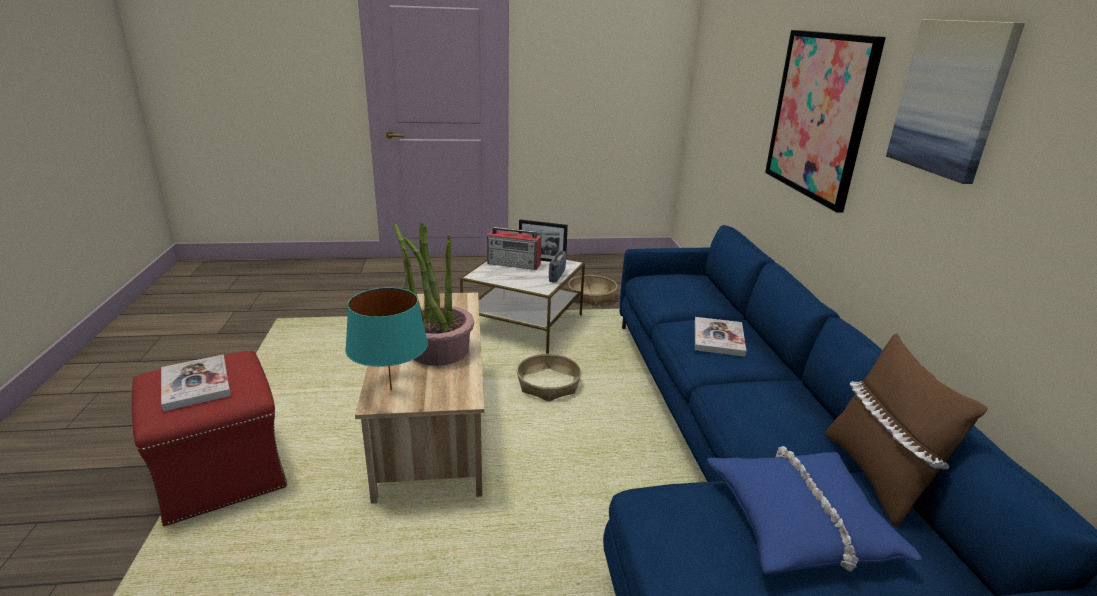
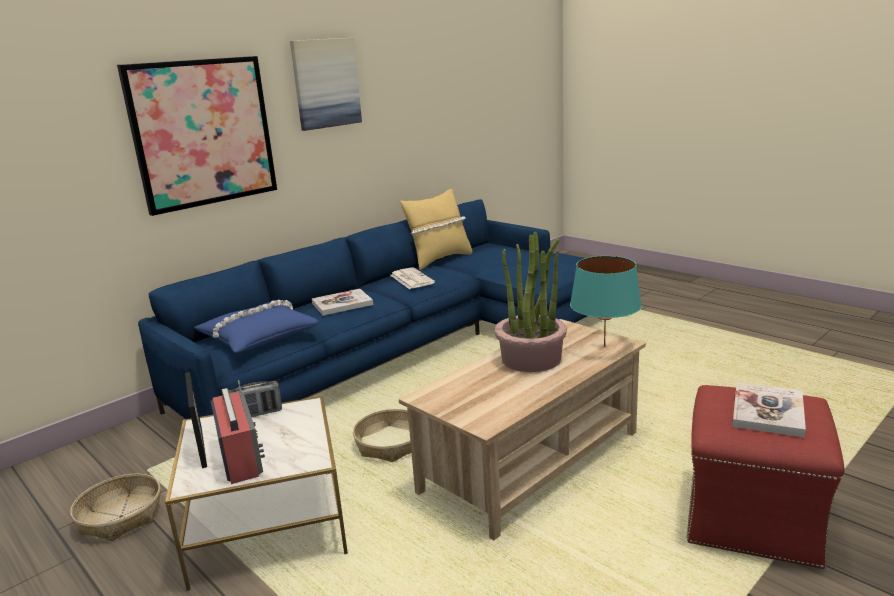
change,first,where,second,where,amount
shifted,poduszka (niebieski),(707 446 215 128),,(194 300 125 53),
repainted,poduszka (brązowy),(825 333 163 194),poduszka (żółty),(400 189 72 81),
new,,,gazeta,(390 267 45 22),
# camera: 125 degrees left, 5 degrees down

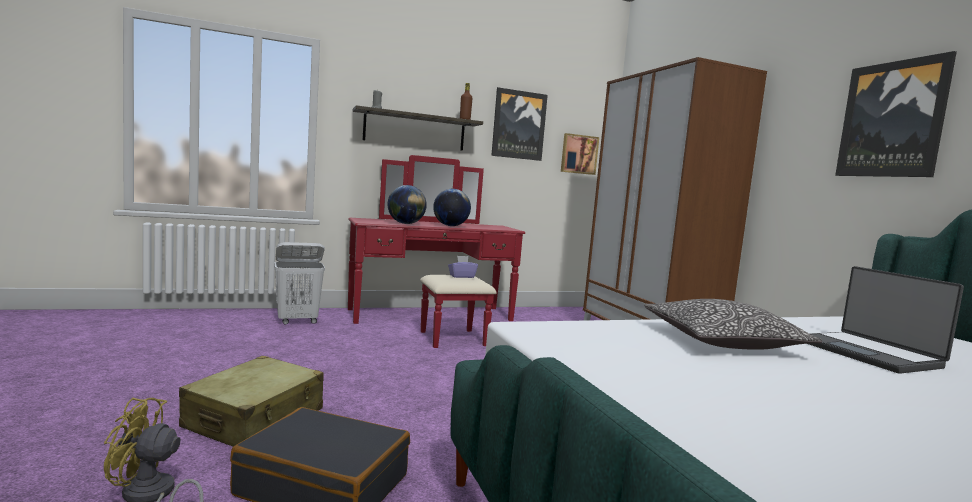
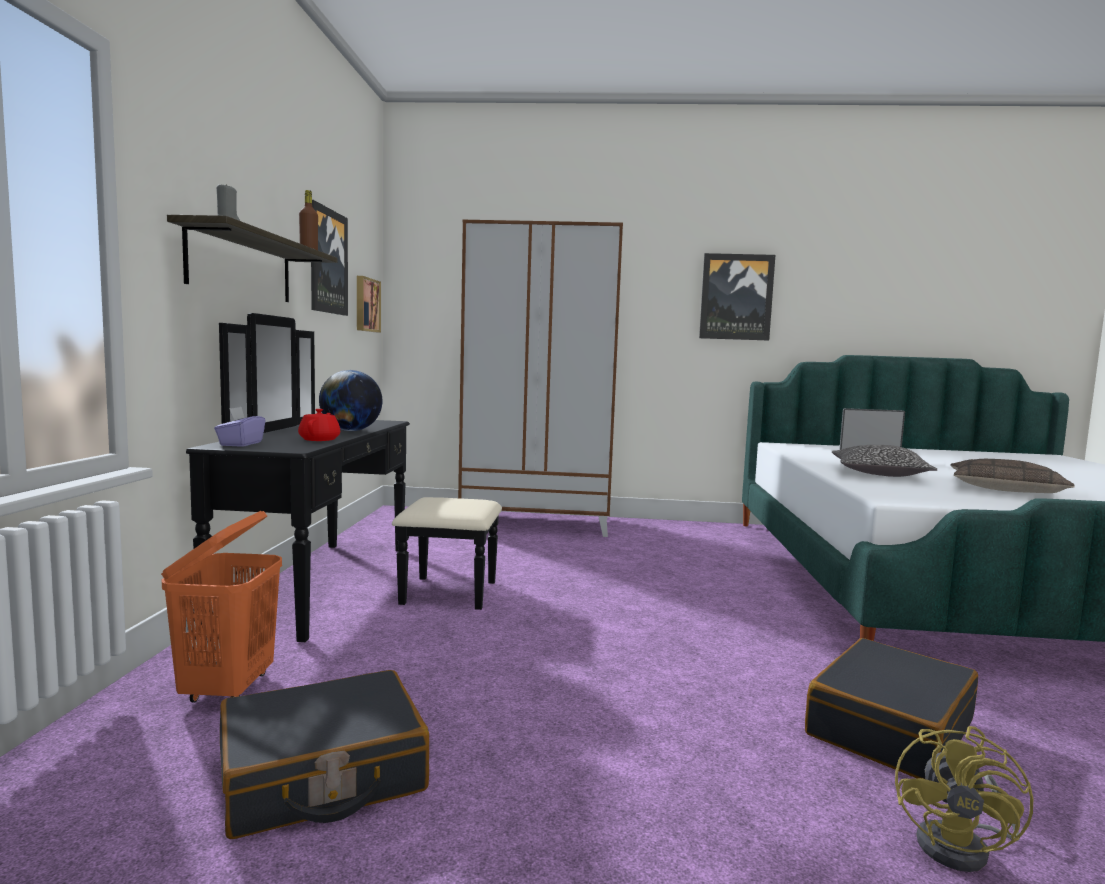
change,first,where,second,where,amount
gone,walizka (beżowy),(179 356 145 91),,,
repainted,kosz na pranie (biały),(274 242 51 82),kosz na pranie (pomarańczowy),(161 511 121 192),
repainted,komoda (czerwony),(348 155 177 193),komoda (czarny),(186 313 316 329),
swapped,globus,(388 185 39 39),imbryk (czerwony),(298 409 42 32),
shifted,pudełko chusteczek (fioletowy),(448 256 30 22),,(214 407 52 40),
new,,,walizka (czarny),(220 670 209 169),
new,,,poduszka,(950 459 125 34),
# camera: 65 degrees left, 0 degrees up

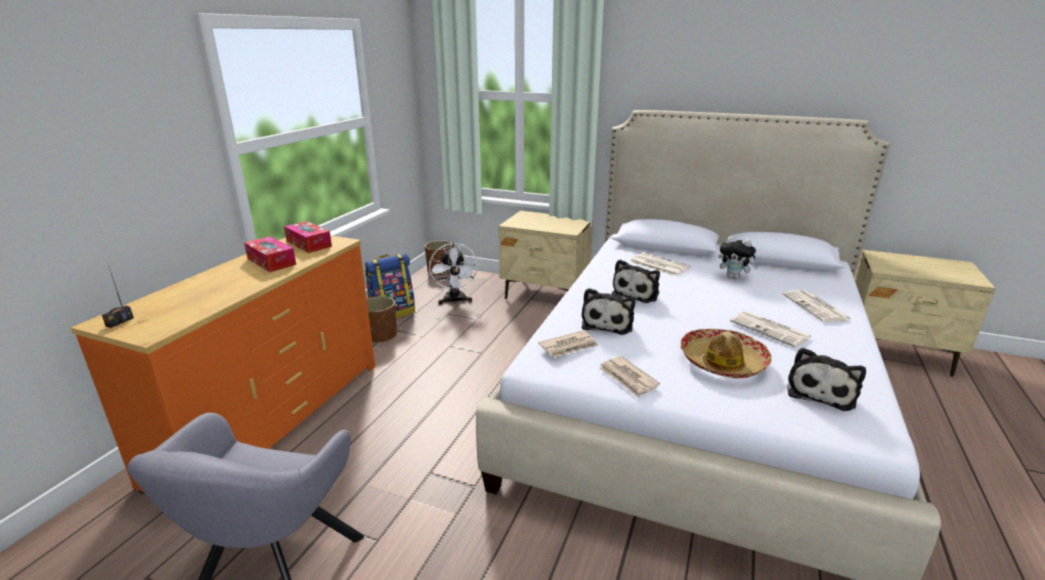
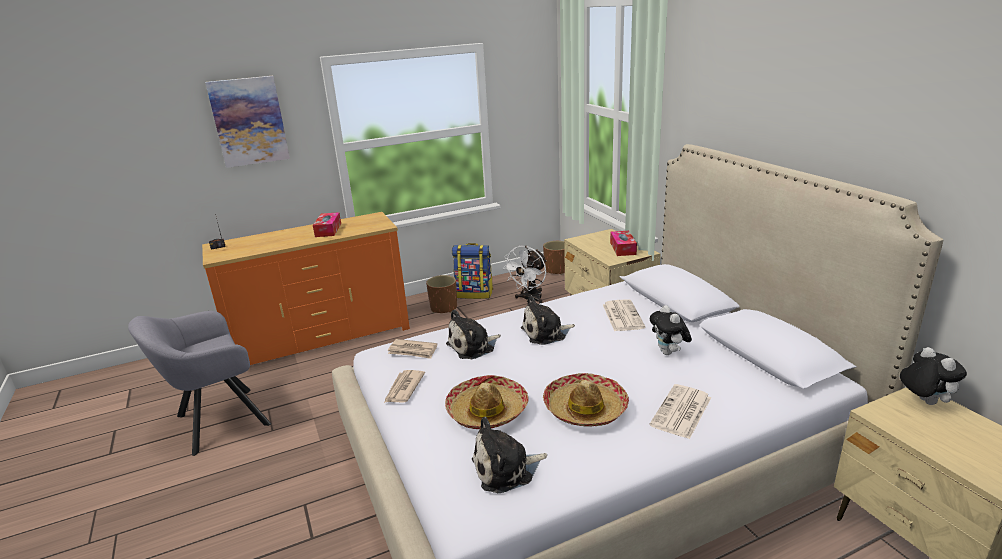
change,first,where,second,where,amount
shifted,pudełko chusteczek,(284 221 48 32),,(610 231 27 25),
swapped,gazeta,(730 311 81 36),kapelusz,(543 373 86 54),
new,,,obraz,(205 76 85 92),
new,,,pluszak,(900 347 67 58),
# camera: 45 degrees right, 0 degrees up

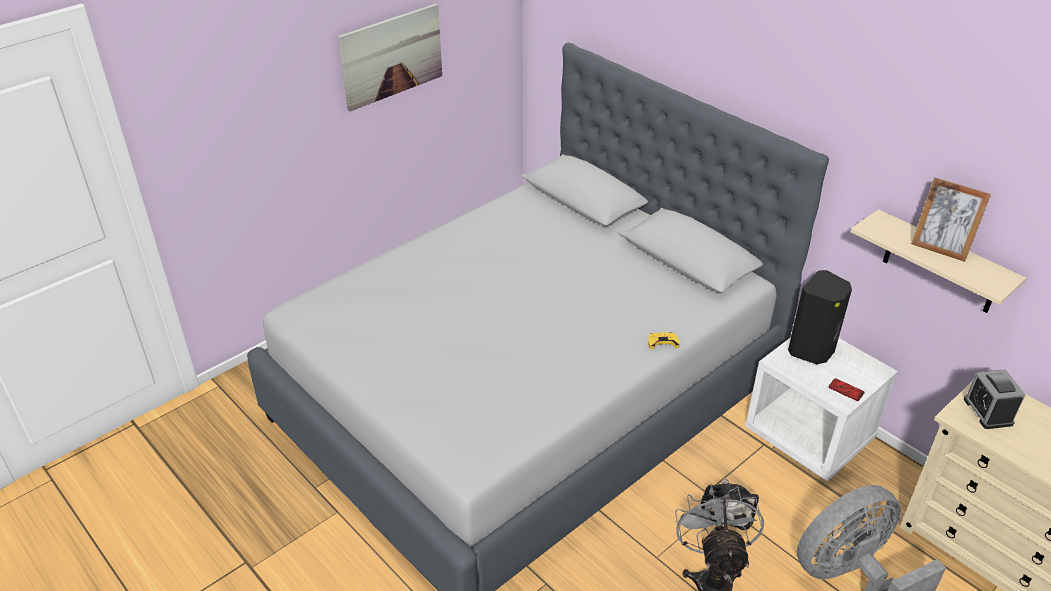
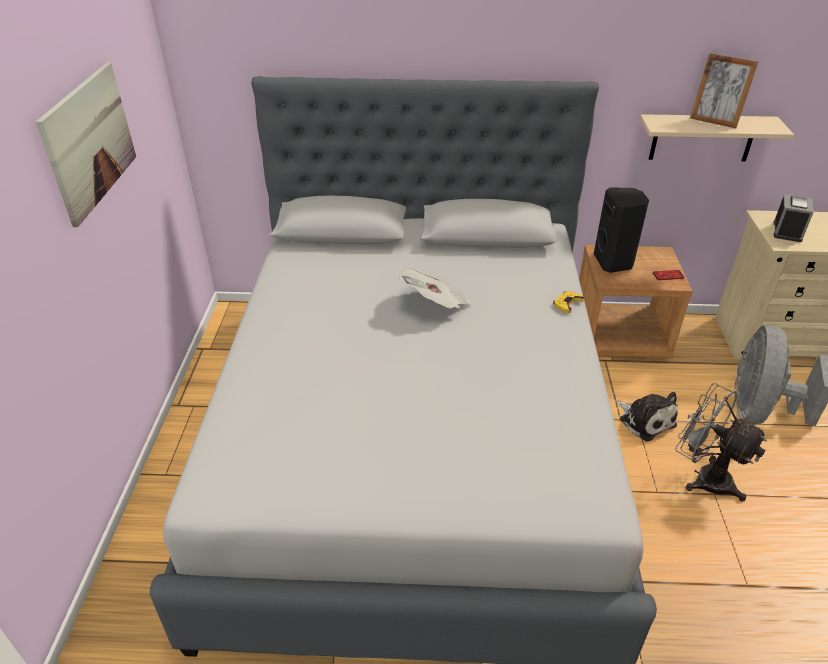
change,first,where,second,where,amount
repainted,szafka nocna (biały),(745 337 153 145),szafka nocna (brązowy),(579 245 114 113),
rotated,ramka na zdjęcie,(911 177 80 85),,(690 53 68 75),45 degrees clockwise
rotated,budzik,(964 369 62 60),,(774 194 40 48),105 degrees counterclockwise
new,,,gazeta,(399 268 73 41),
# camera: 45 degrees left, 0 degrees up

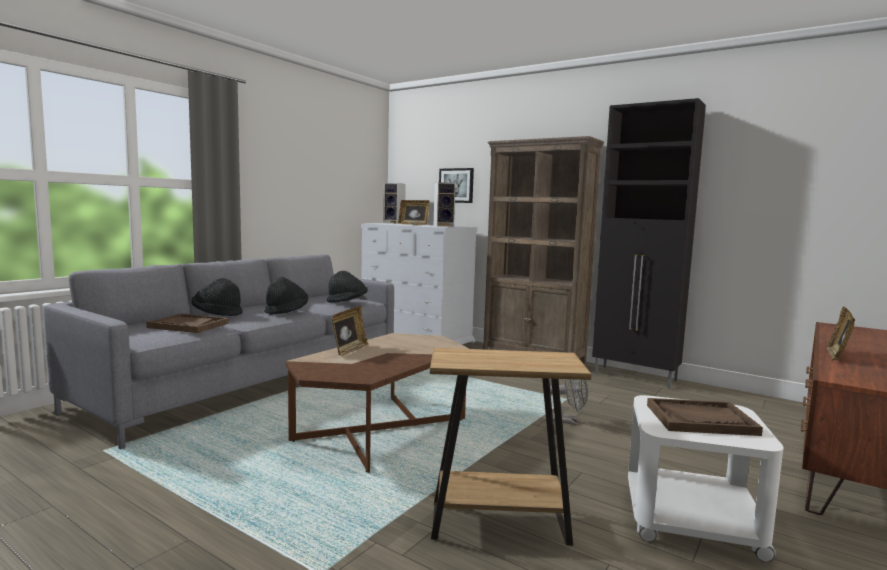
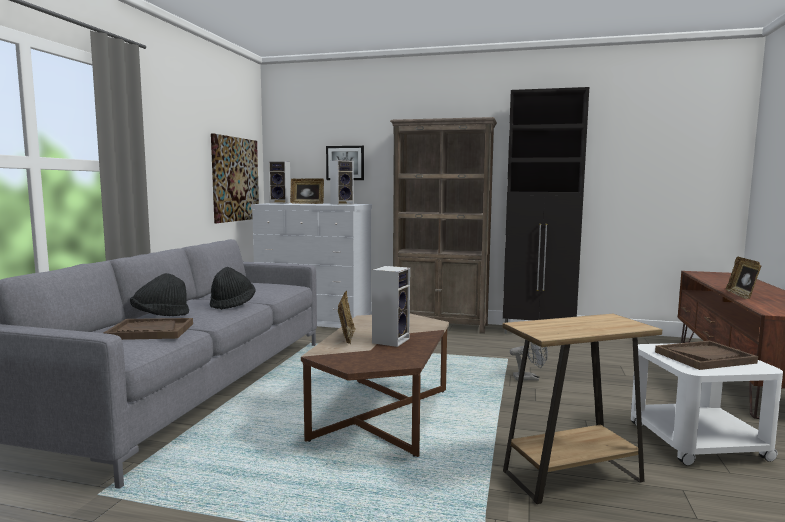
change,first,where,second,where,amount
gone,kapelusz (czarny),(327 271 41 32),,,
new,,,obraz,(211 133 48 90),
new,,,głośnik,(372 266 38 81),
# camera: 20 degrees left, 0 degrees up

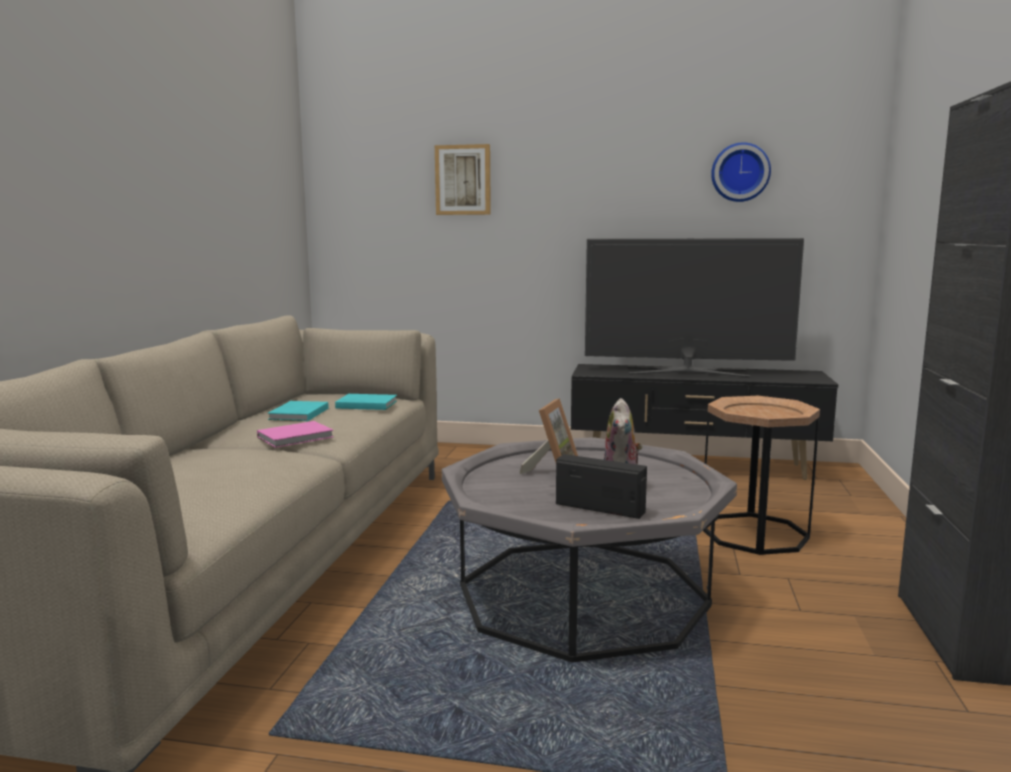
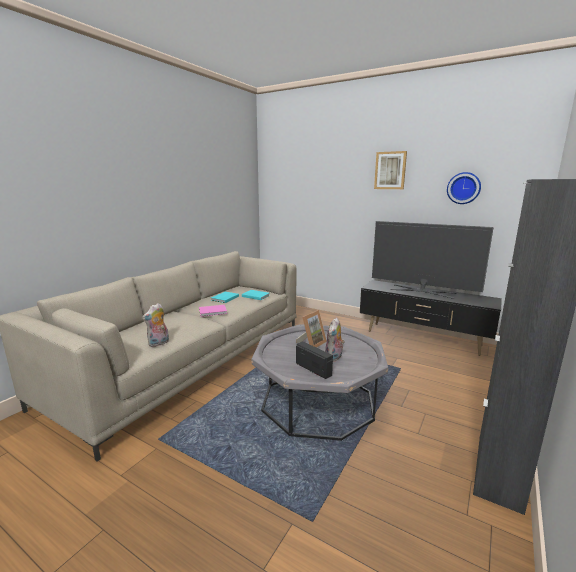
change,first,where,second,where,amount
shifted,obraz,(435 144 56 71),,(374 151 33 38),
gone,stolik (brązowy),(703 396 117 159),,,
new,,,pluszak,(142 303 27 44),
# camera: 20 degrees right, 5 degrees up

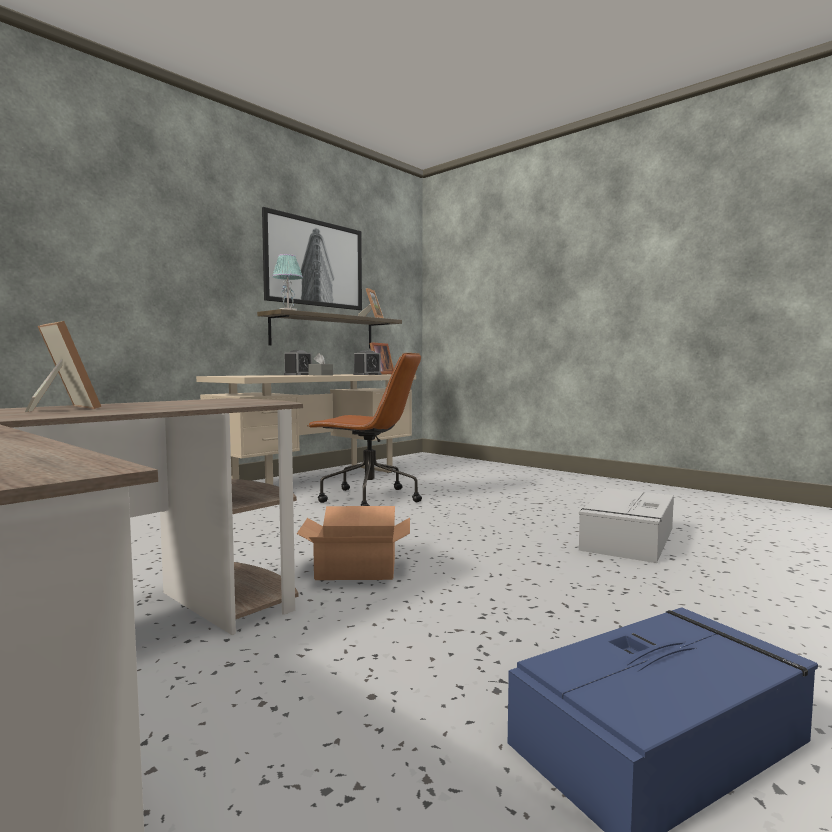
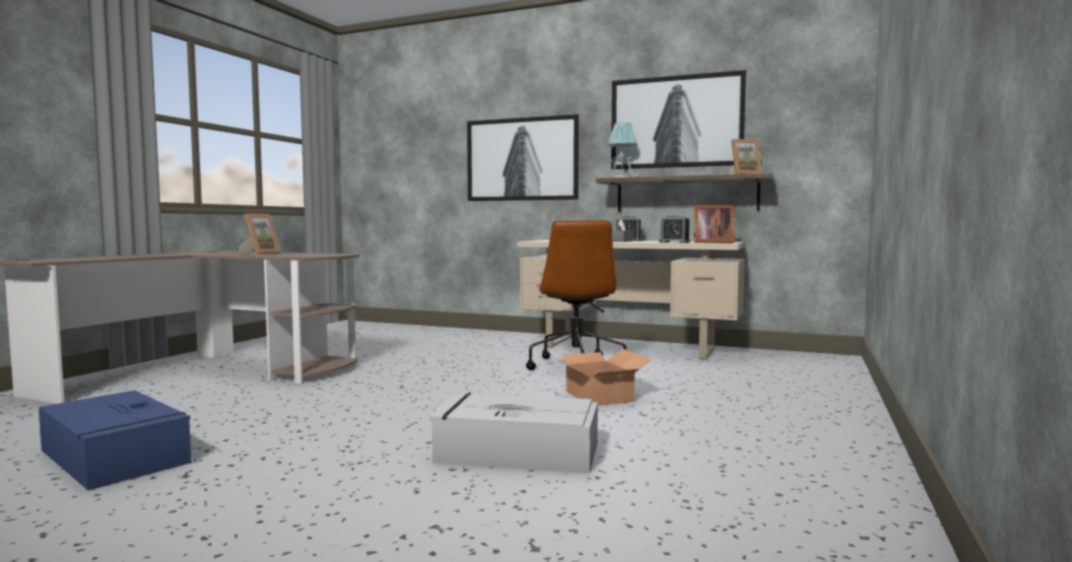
change,first,where,second,where,amount
shifted,karton,(297 506 113 74),,(548 349 104 57),
new,,,obraz,(467 114 112 87),
# camera: 70 degrees right, 0 degrees up

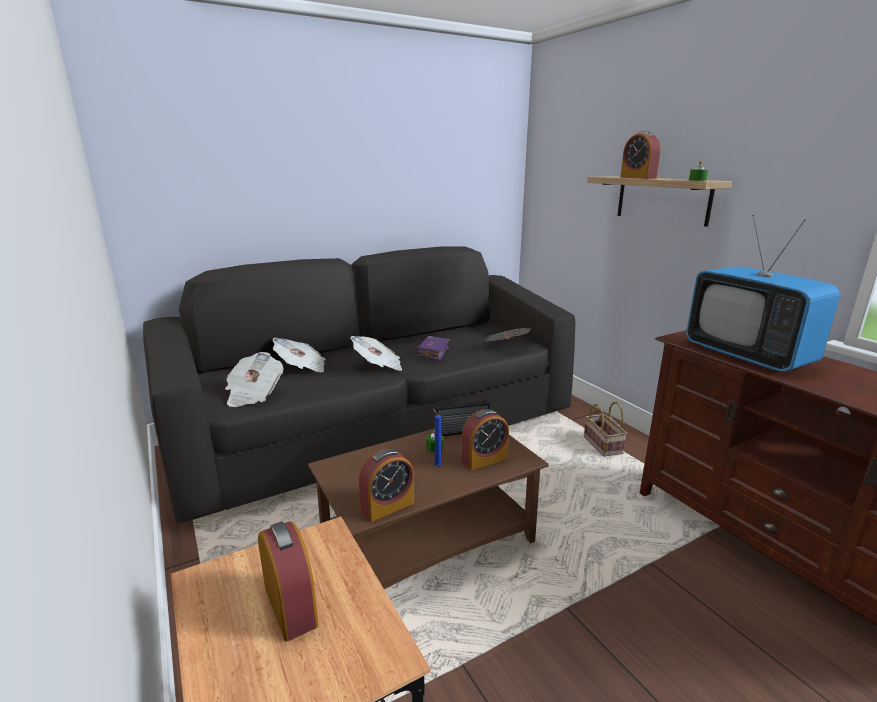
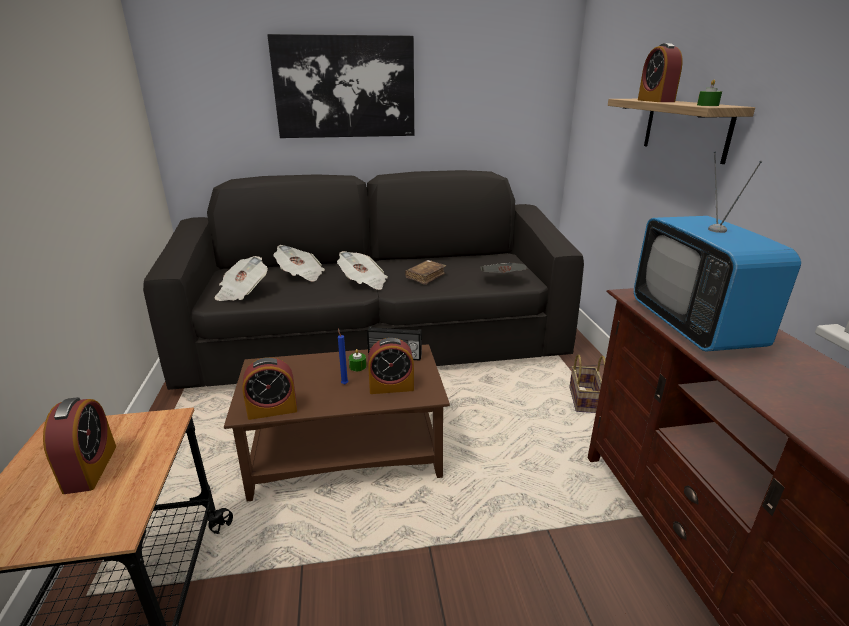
change,first,where,second,where,amount
repainted,książka (fioletowy),(416 336 34 24),książka (brązowy),(405 260 41 25),
new,,,obraz,(267 34 147 104),
# camera: 20 degrees right, 5 degrees up

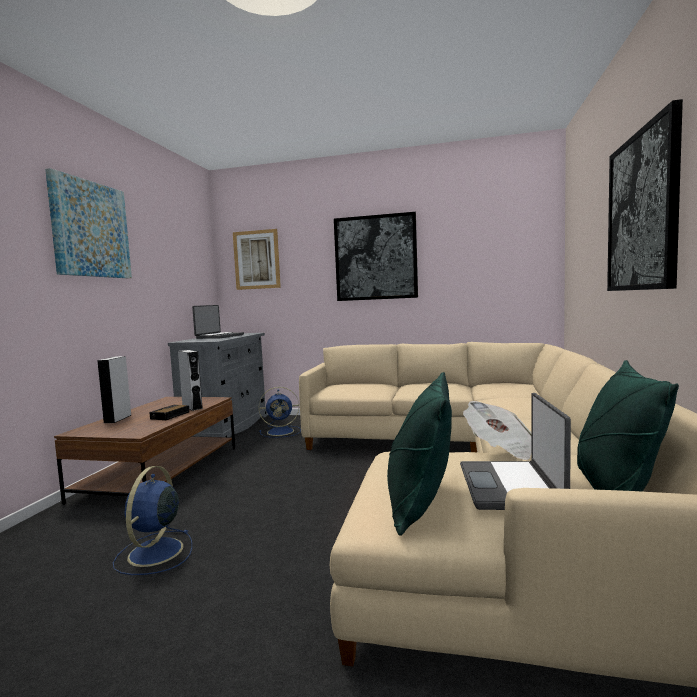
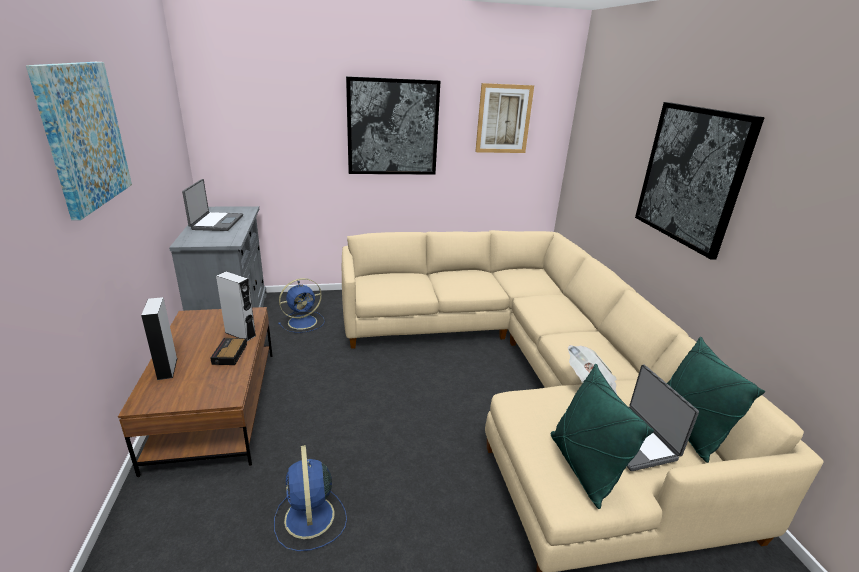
change,first,where,second,where,amount
shifted,obraz,(233 229 48 61),,(475 83 59 70),
# camera: 25 degrees left, 20 degrees up

